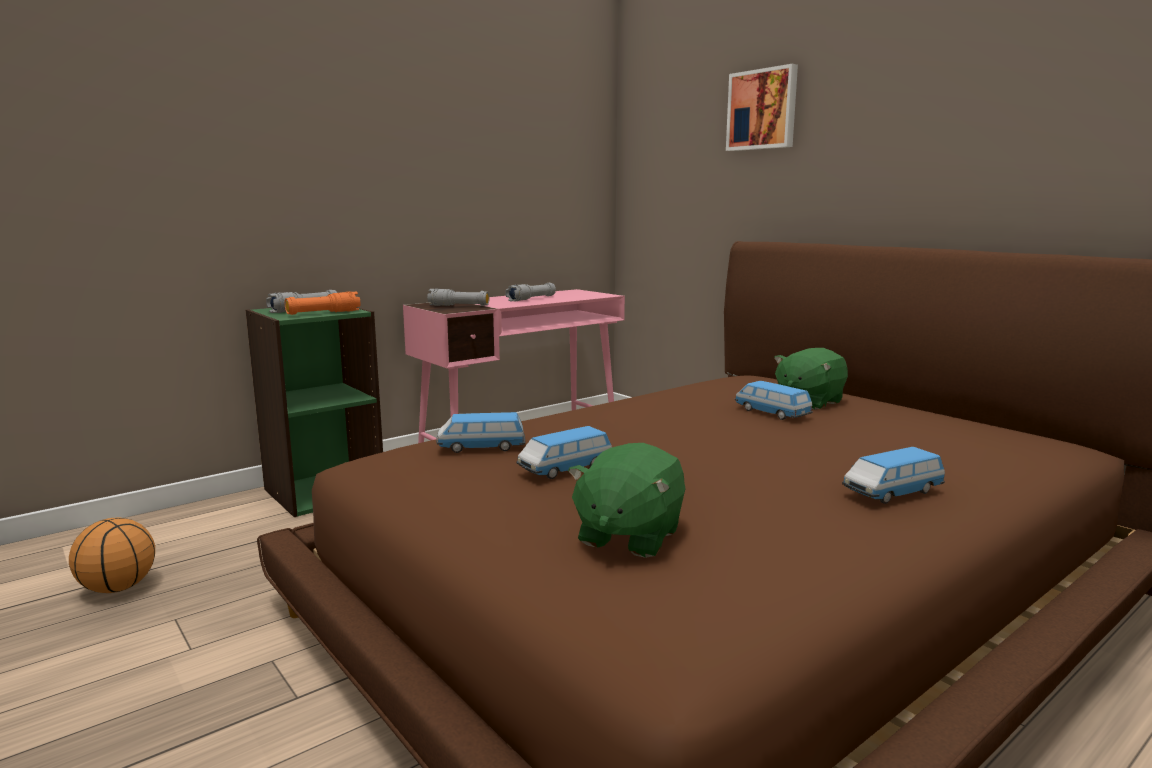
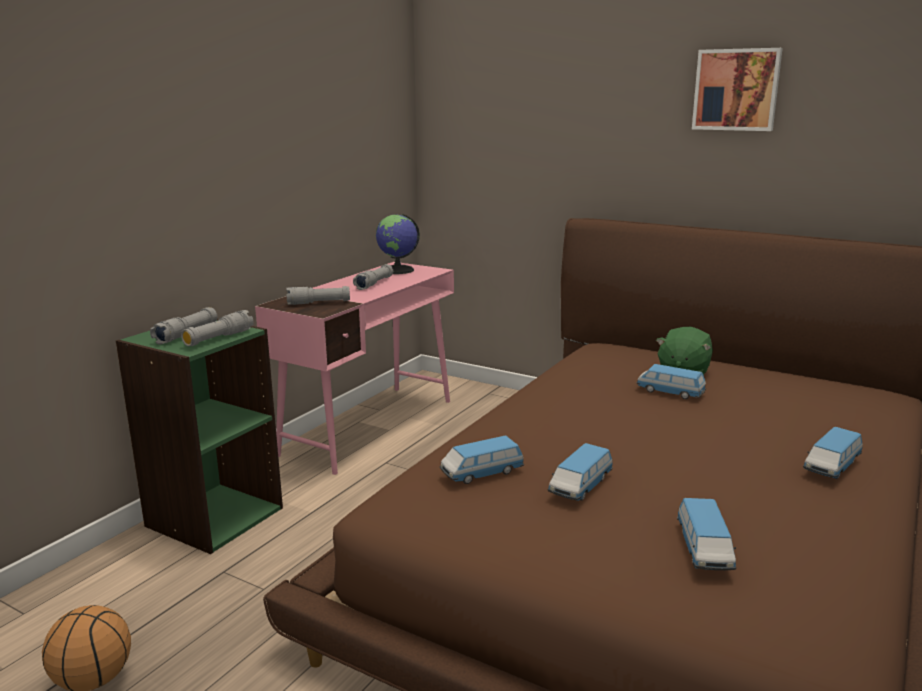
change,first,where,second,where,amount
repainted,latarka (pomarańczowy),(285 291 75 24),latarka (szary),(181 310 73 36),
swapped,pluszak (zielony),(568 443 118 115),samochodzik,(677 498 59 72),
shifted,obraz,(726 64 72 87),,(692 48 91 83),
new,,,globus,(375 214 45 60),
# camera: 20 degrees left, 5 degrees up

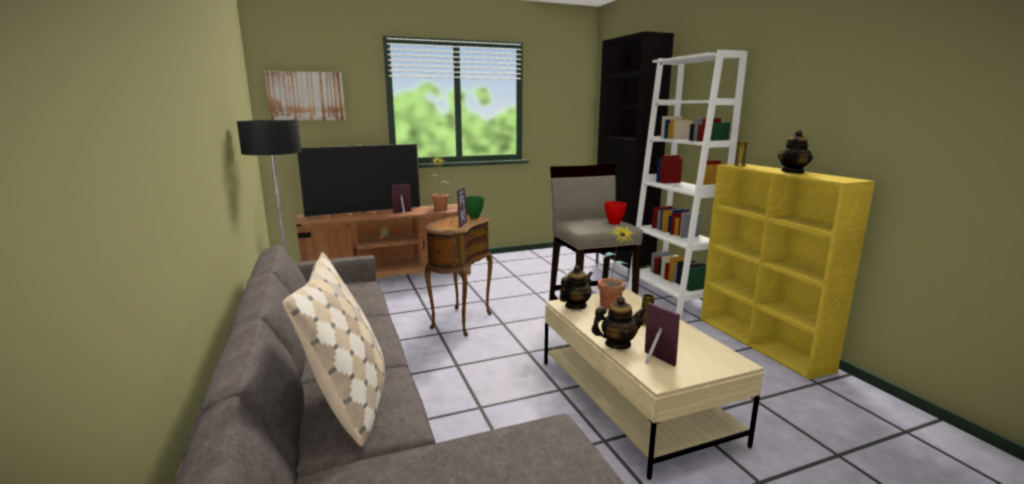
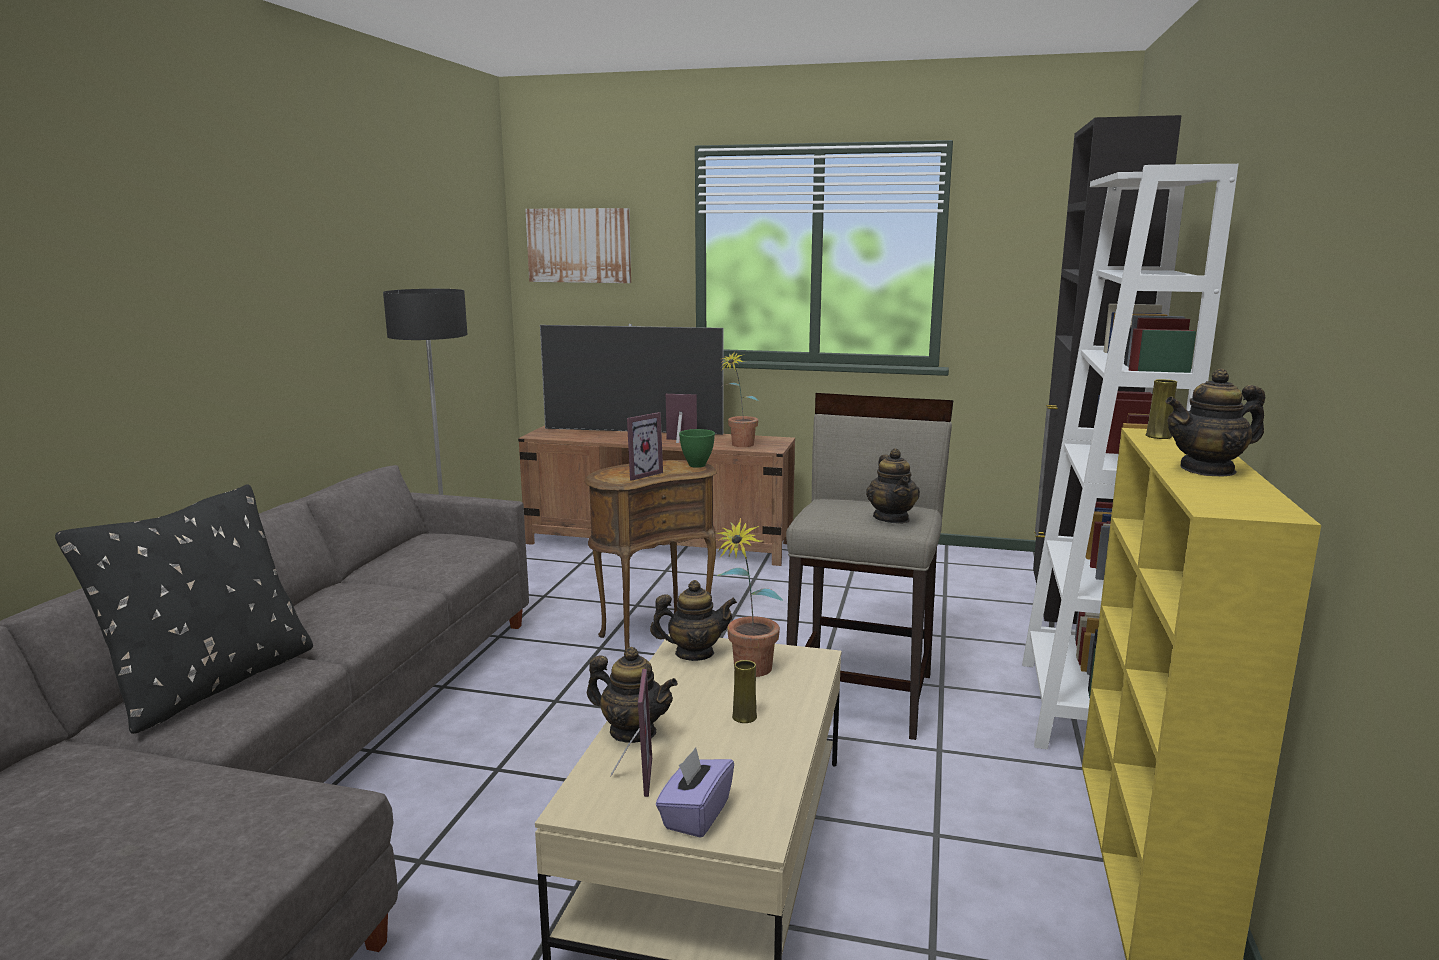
change,first,where,second,where,amount
repainted,poduszka (beżowy),(283 252 102 195),poduszka (czarny),(55 484 258 250),
swapped,miska (czerwony),(605 201 22 24),imbryk,(866 448 54 75),
new,,,pudełko chusteczek (fioletowy),(656 747 78 91),
# camera: 35 degrees right, 0 degrees up

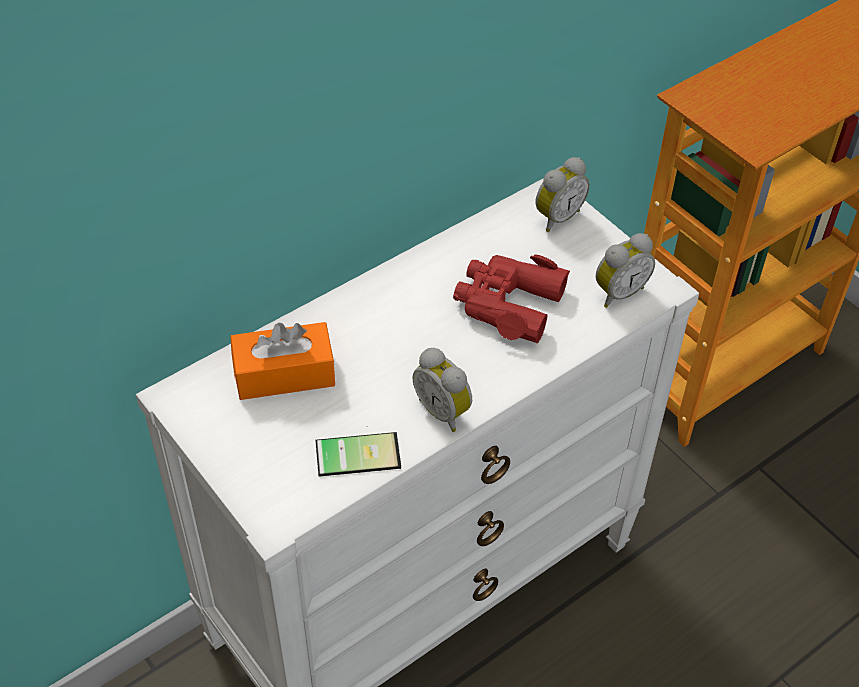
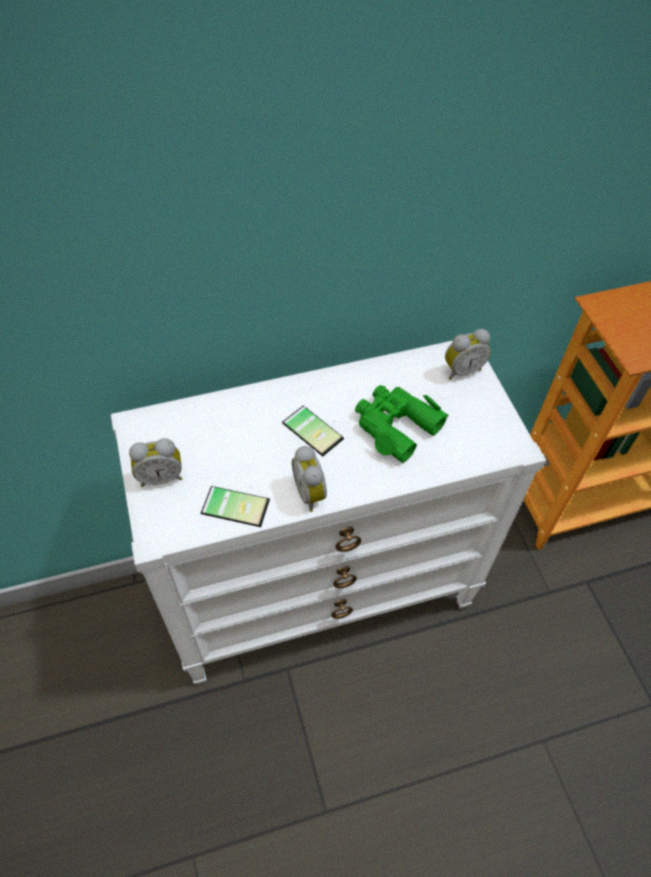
change,first,where,second,where,amount
gone,pudełko chusteczek (pomarańczowy),(230 322 105 78),,,
repainted,lornetka (czerwony),(453 255 117 88),lornetka (zielony),(355 385 94 78),
shifted,budzik,(596 233 59 75),,(129 438 53 49),
new,,,telefon,(282 405 62 51),
# camera: 20 degrees right, 5 degrees up

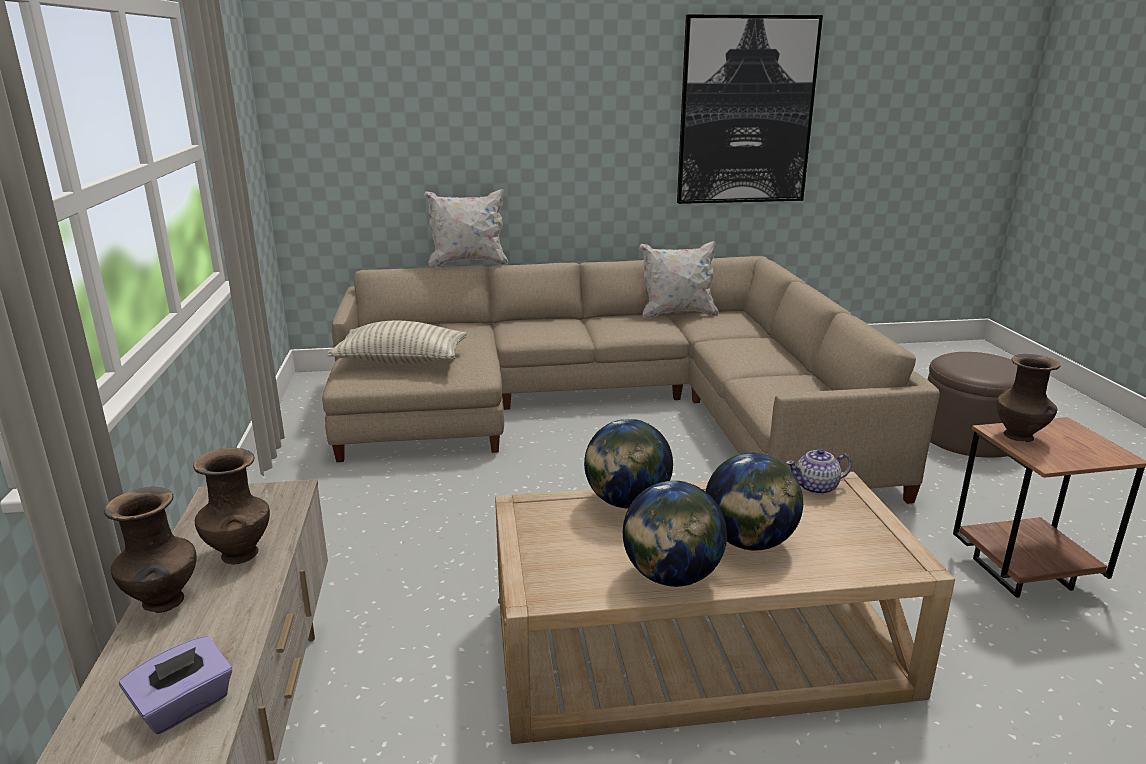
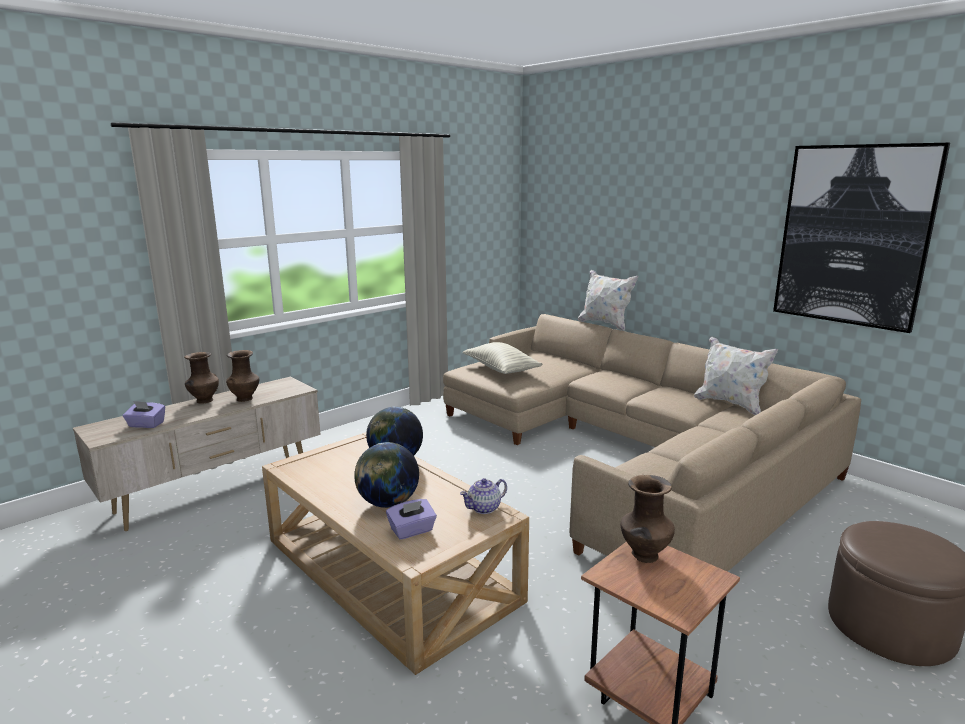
change,first,where,second,where,amount
gone,globus,(623 481 104 106),,,
rotated,imbryk,(786 449 66 46),,(460 478 47 36),75 degrees counterclockwise
new,,,pudełko chusteczek (fioletowy),(386 499 51 41),
# camera: 55 degrees right, 5 degrees down

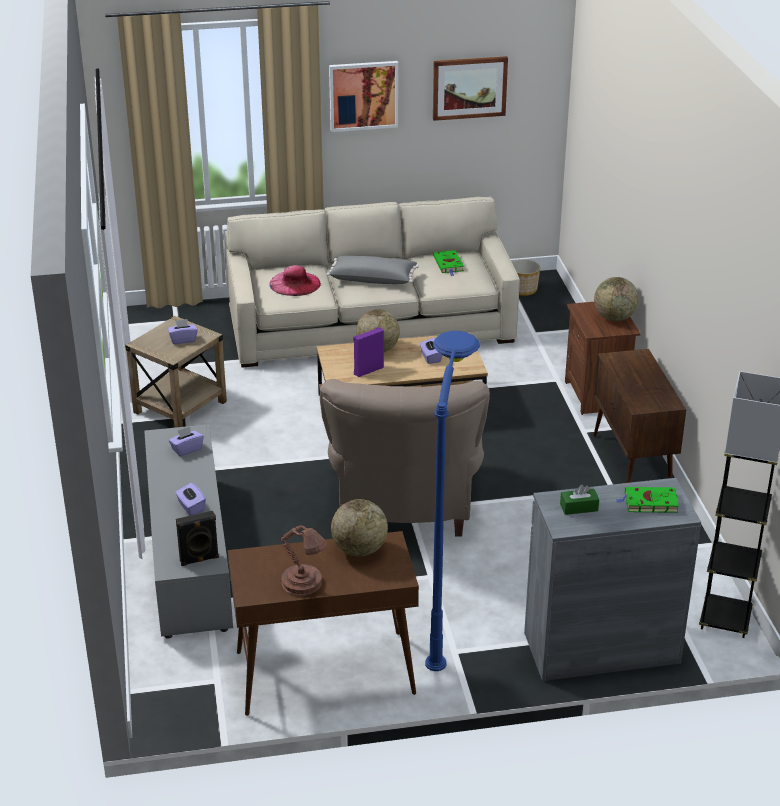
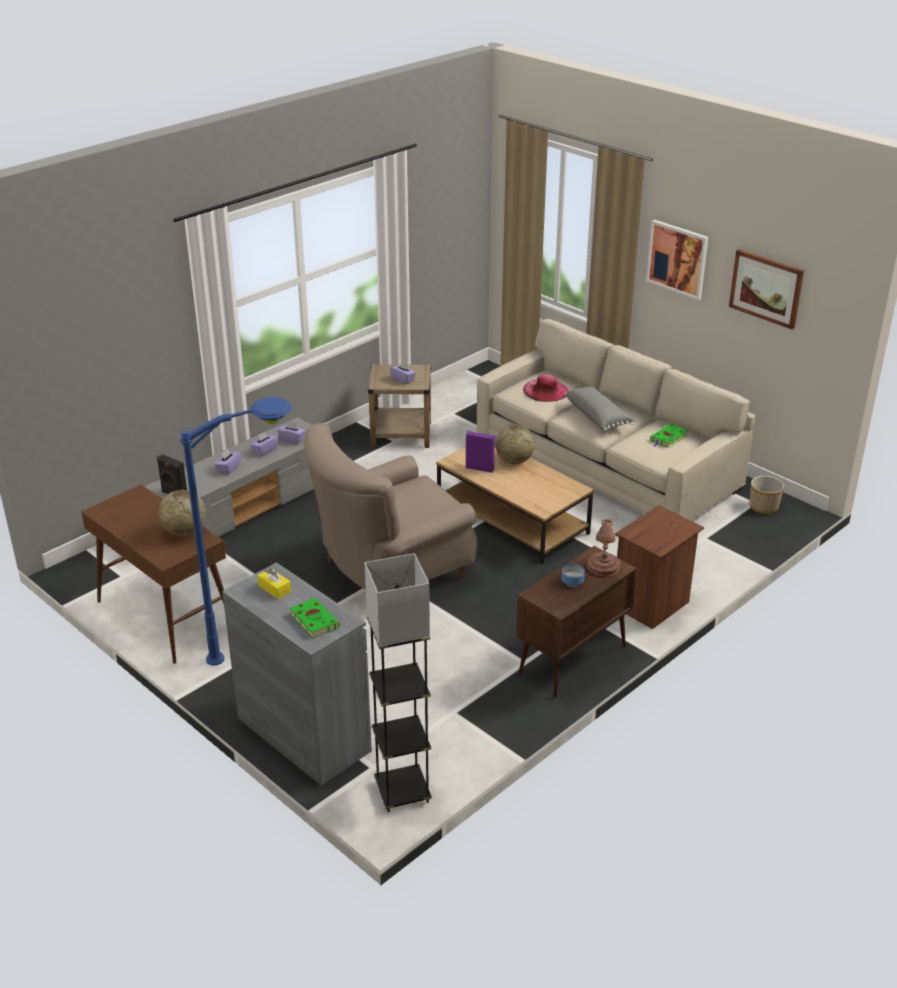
change,first,where,second,where,amount
shifted,lampa stołowa (brązowy),(280 526 47 70),,(587 519 33 57),
shifted,pudełko chusteczek (fioletowy),(419 337 24 27),,(250 431 28 25),
repainted,pudełko chusteczek (zielony),(560 485 39 30),pudełko chusteczek (żółty),(258 568 33 31),
gone,globus,(594 277 45 44),,,
new,,,miska,(562 564 23 23),
# camera: 55 degrees right, 0 degrees up

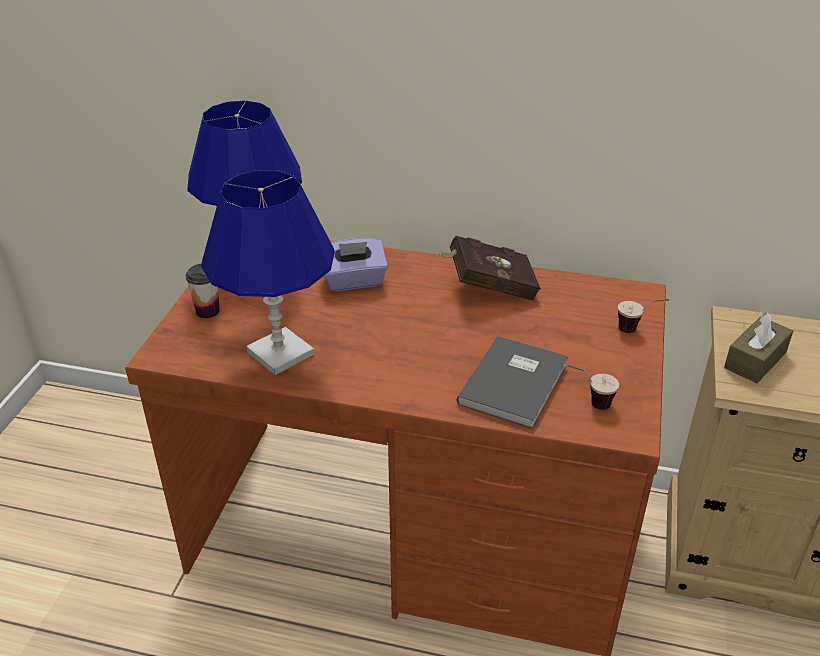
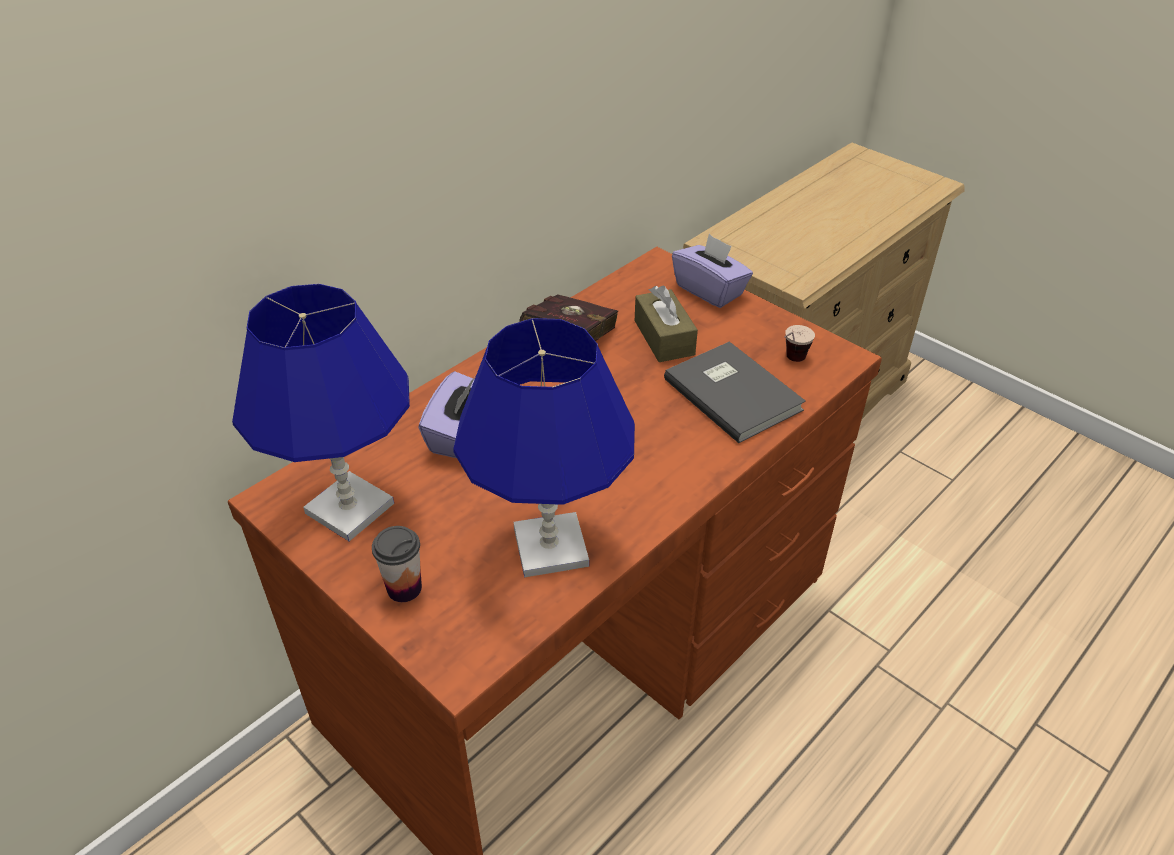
change,first,where,second,where,amount
swapped,filiżanka,(618 299 51 34),pudełko chusteczek (fioletowy),(672 234 81 74),
shifted,pudełko chusteczek (brązowy),(724 313 69 70),,(635 286 63 76),
# camera: 60 degrees left, 5 degrees up

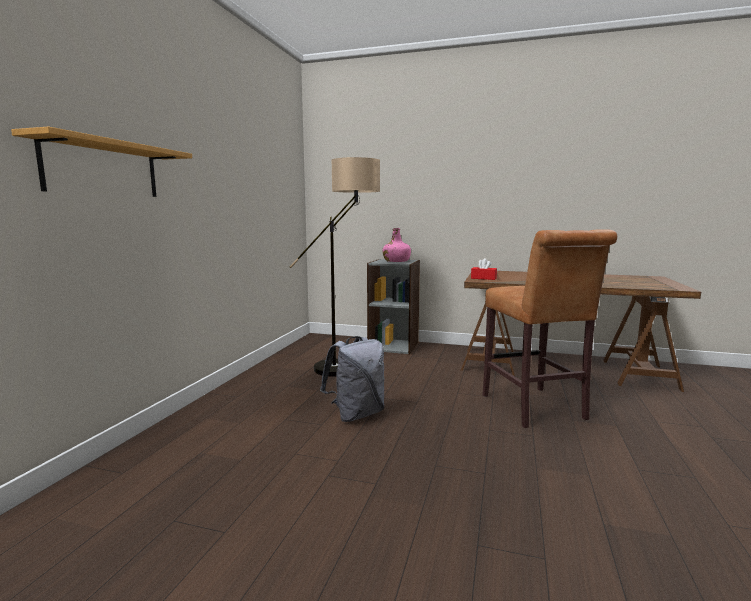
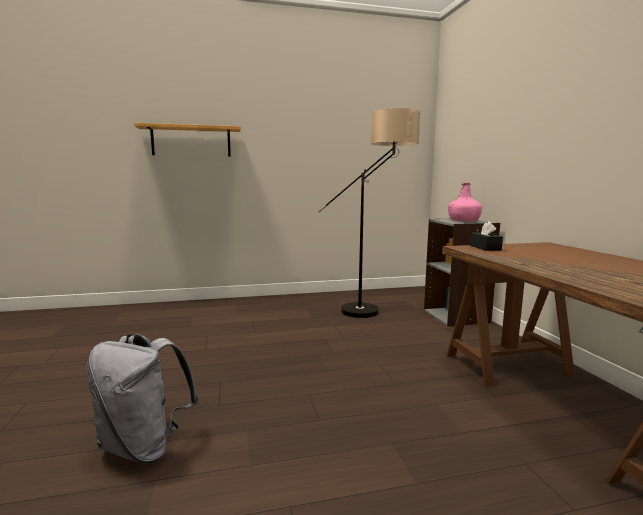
change,first,where,second,where,amount
shifted,plecak (szary),(320 336 65 86),,(86 334 113 129),
repainted,pudełko chusteczek (czerwony),(471 258 26 22),pudełko chusteczek (czarny),(470 221 33 30),
gone,stołek (brązowy),(483 229 134 199),,,
# camera: 60 degrees right, 0 degrees up

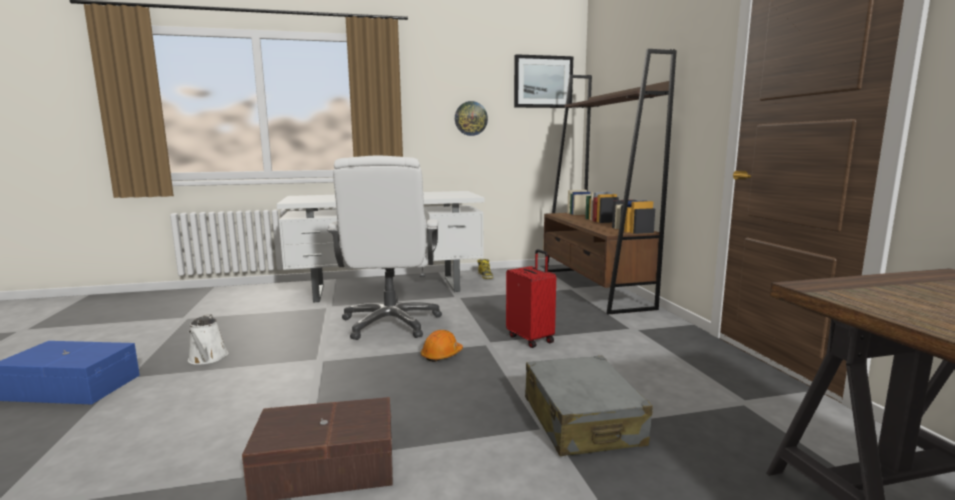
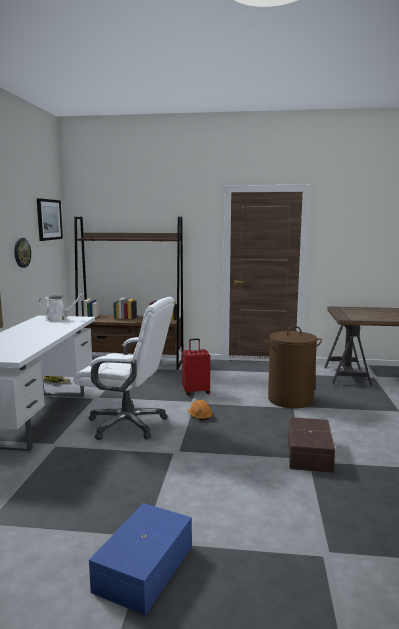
change,first,where,second,where,amount
shifted,konewka (biały),(188 314 41 51),,(39 293 45 28),
swapped,walizka (szary),(525 356 128 100),kosz na pranie (brązowy),(265 326 57 82),
# camera: 70 degrees left, 0 degrees up

